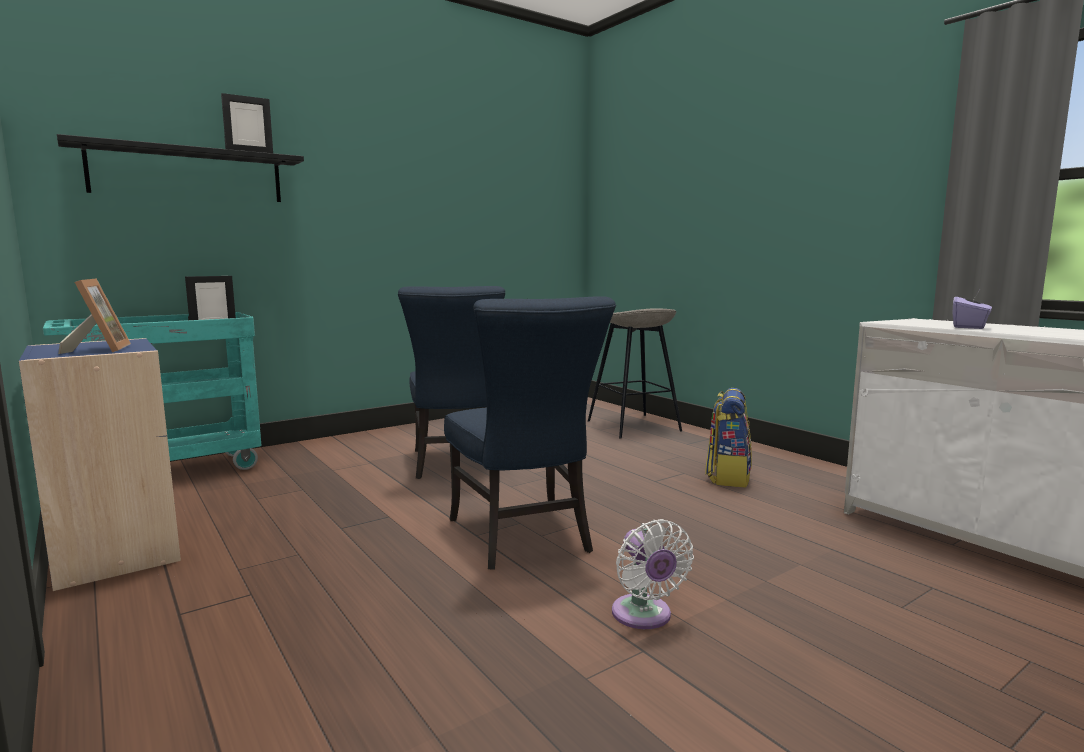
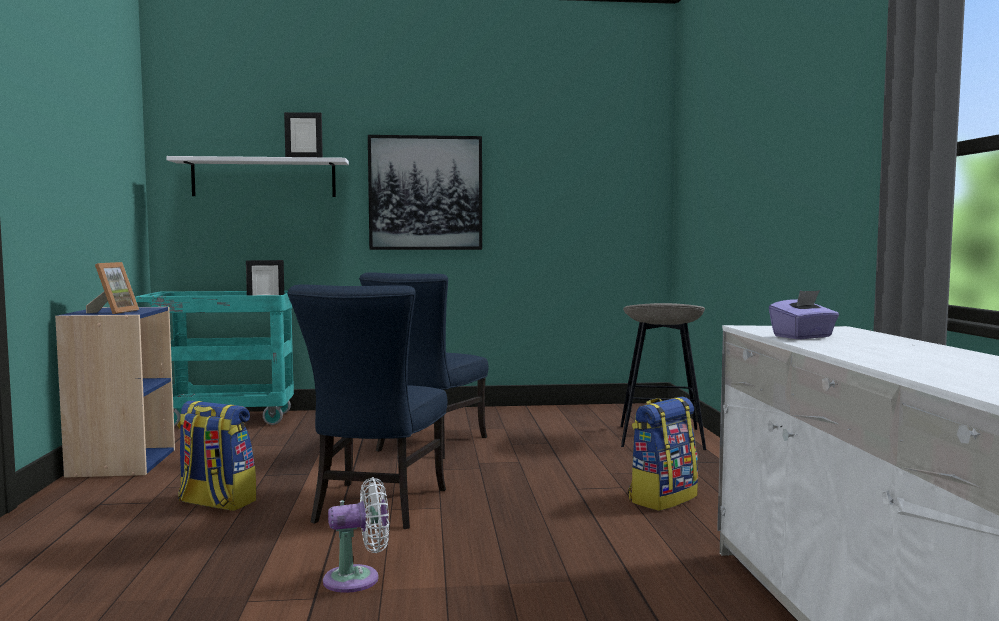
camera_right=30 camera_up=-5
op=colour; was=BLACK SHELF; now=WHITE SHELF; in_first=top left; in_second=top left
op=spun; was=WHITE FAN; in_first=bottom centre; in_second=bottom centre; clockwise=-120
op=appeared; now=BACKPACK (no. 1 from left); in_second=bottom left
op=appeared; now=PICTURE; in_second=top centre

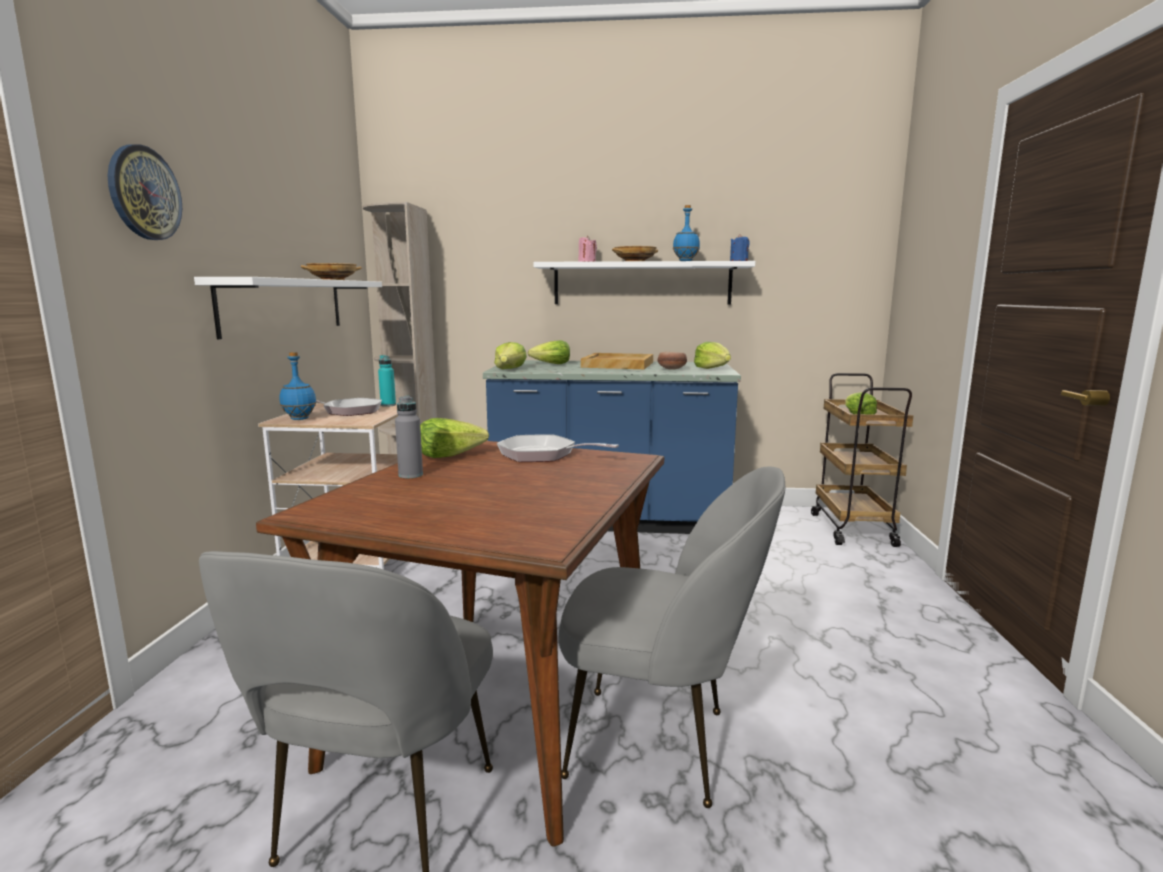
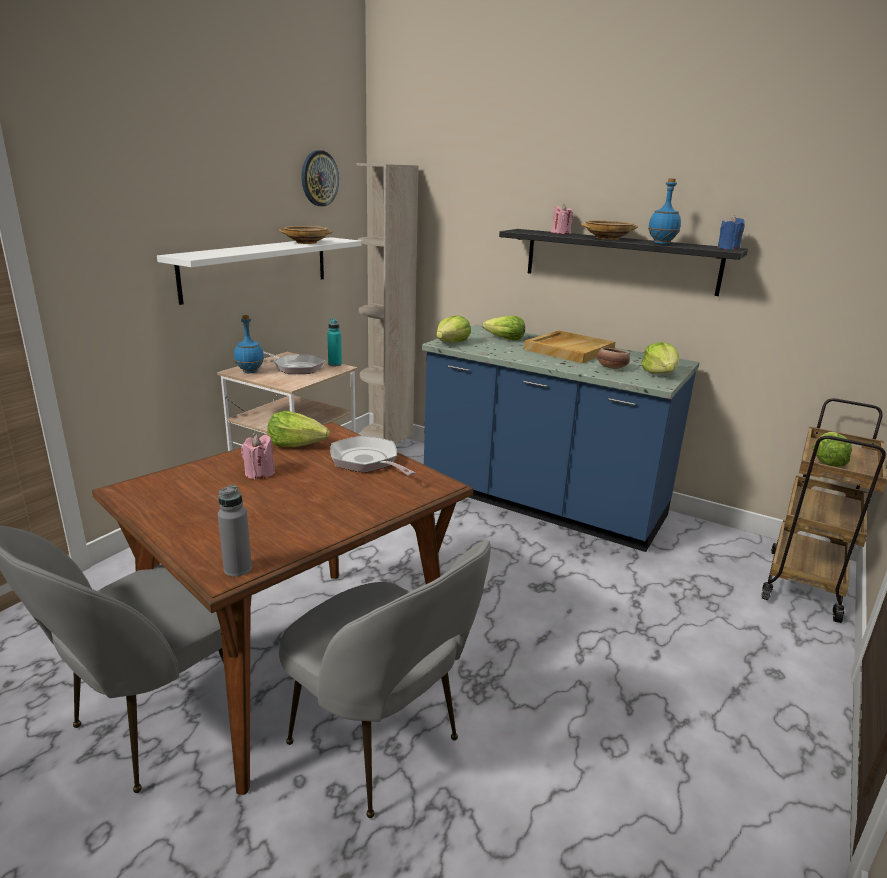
camera_right=25 camera_up=10
op=relocated; was=WALL CLOCK; in_first=top left; in_second=top centre
op=relocated; was=GREY BOTTLE; in_first=centre; in_second=middle left
op=colour; was=WHITE SHELF (no. 2 from left); now=BLACK SHELF; in_first=top centre; in_second=top right
op=appeared; now=PINK CANDLE (no. 1 from left); in_second=middle left

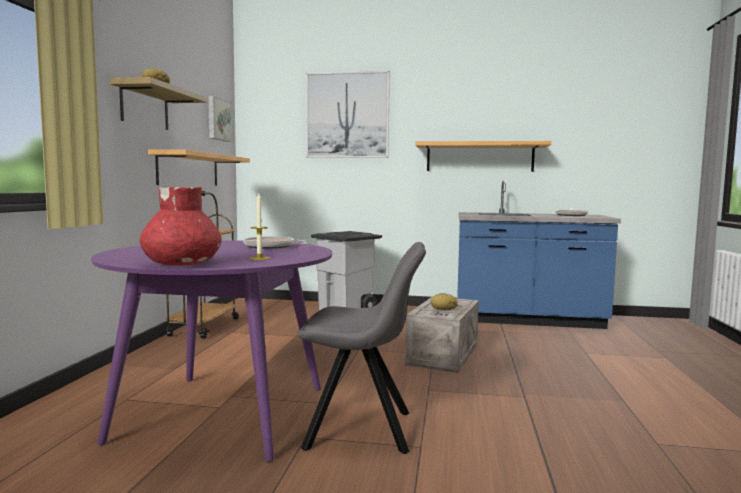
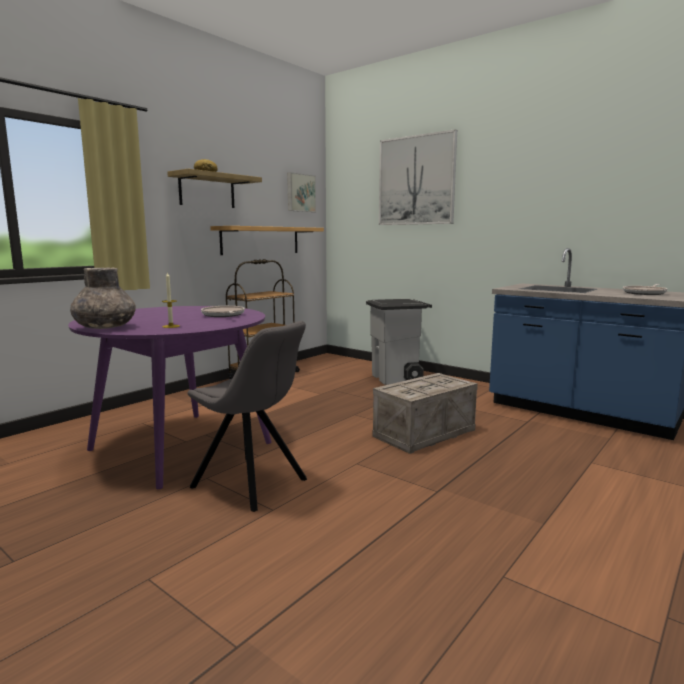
camera_right=30 camera_up=5
op=colour; was=RED VASE; now=GREY VASE; in_first=middle left; in_second=middle left
op=missing; was=SHELF (no. 3 from left); in_first=top centre
op=missing; was=BREAD (no. 2 from left); in_first=centre

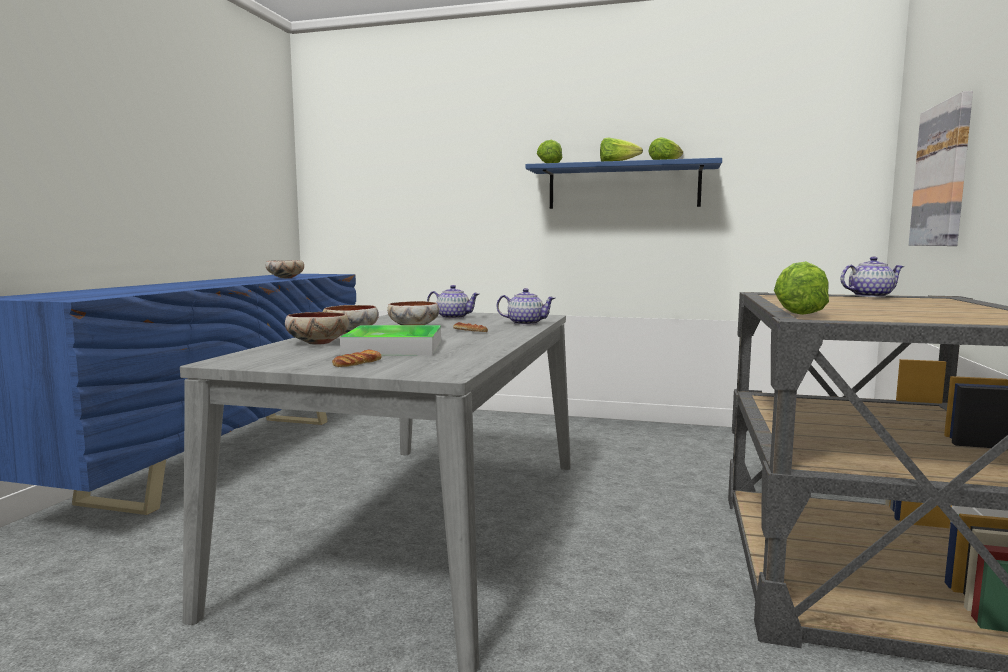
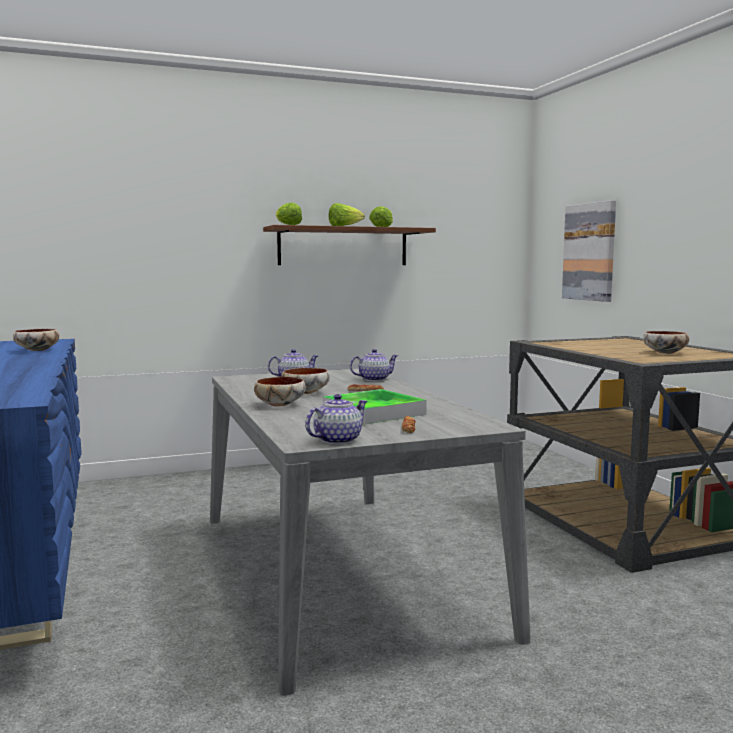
camera_right=-35 camera_up=0
op=relocated; was=BOWL (no. 2 from left in the first image); now=BOWL (no. 4 from left); in_first=middle left; in_second=middle right
op=colour; was=BLUE SHELF; now=BROWN SHELF; in_first=top centre; in_second=centre
op=missing; was=LETTUCE (no. 4 from left); in_first=middle right
op=relocated; was=TEAPOT (no. 3 from left in the first image); now=TEAPOT (no. 2 from left); in_first=middle right; in_second=centre

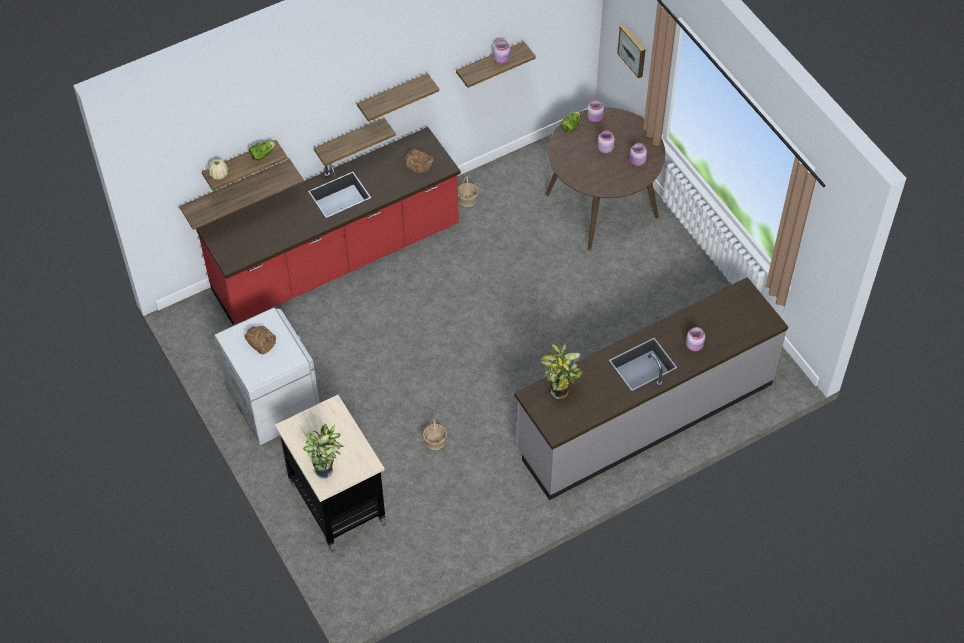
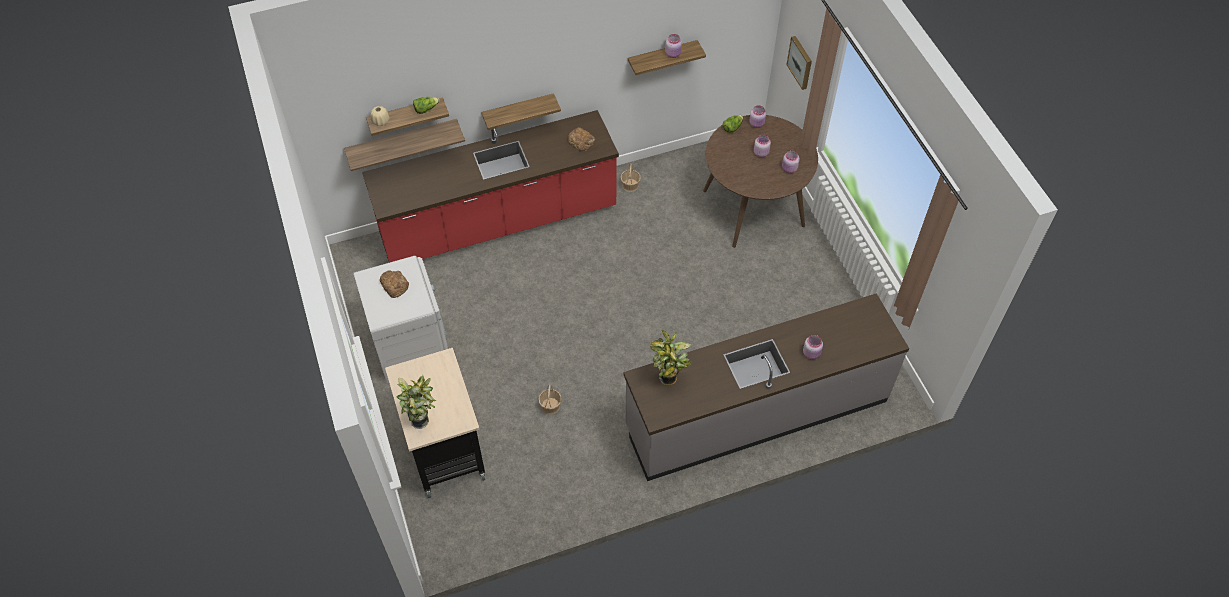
camera_right=10 camera_up=0
op=missing; was=SHELF (no. 4 from left); in_first=top centre

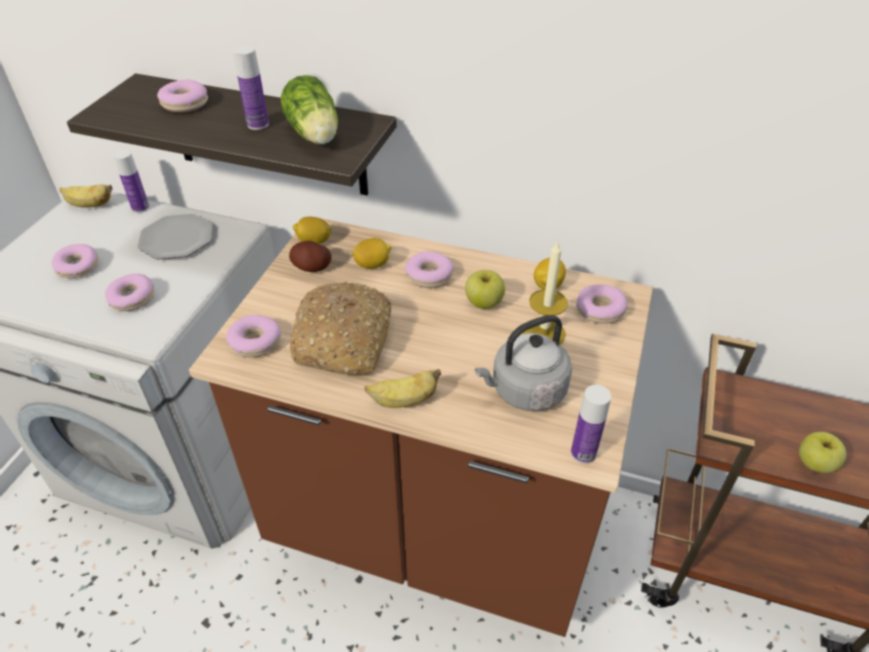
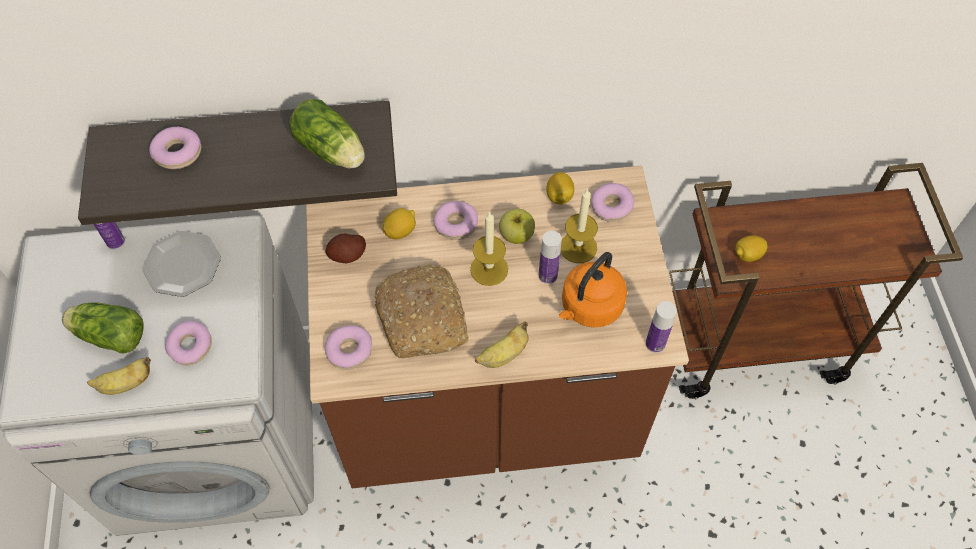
camera_right=-25 camera_up=15
op=exchanged; was=DONUT (no. 1 from left); now=LETTUCE (no. 1 from left); in_first=middle left; in_second=middle left
op=relocated; was=BANANA (no. 1 from left); in_first=top left; in_second=bottom left
op=relocated; was=BOTTLE (no. 2 from left); in_first=top left; in_second=centre
op=relocated; was=LEMON (no. 1 from left in the first image); now=LEMON (no. 3 from left); in_first=centre; in_second=middle right
op=colour; was=GREY KETTLE; now=ORANGE KETTLE; in_first=centre; in_second=centre
op=missing; was=APPLE (no. 2 from left); in_first=bottom right
op=appeared; now=CANDLE (no. 1 from left); in_second=centre

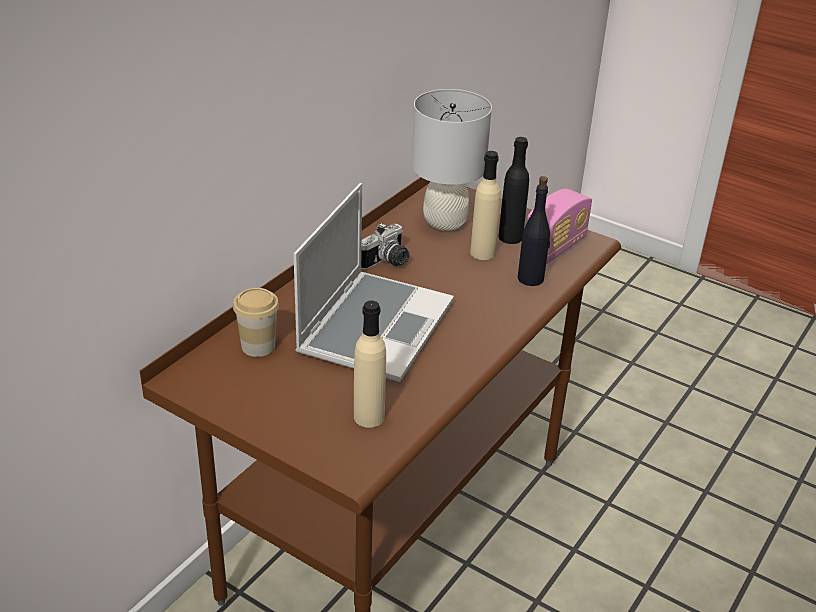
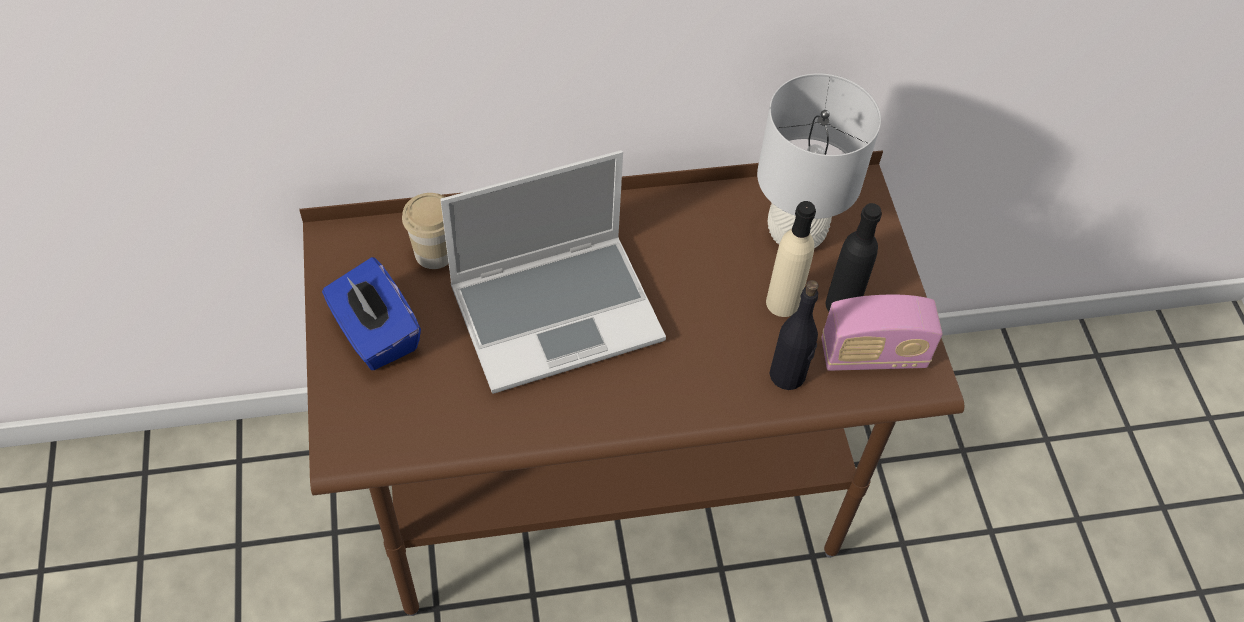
camera_right=45 camera_up=20
op=missing; was=BEIGE BOTTLE (no. 1 from left); in_first=centre
op=missing; was=PHOTO CAMERA; in_first=centre
op=appeared; now=BLUE TISSUE BOX; in_second=middle left

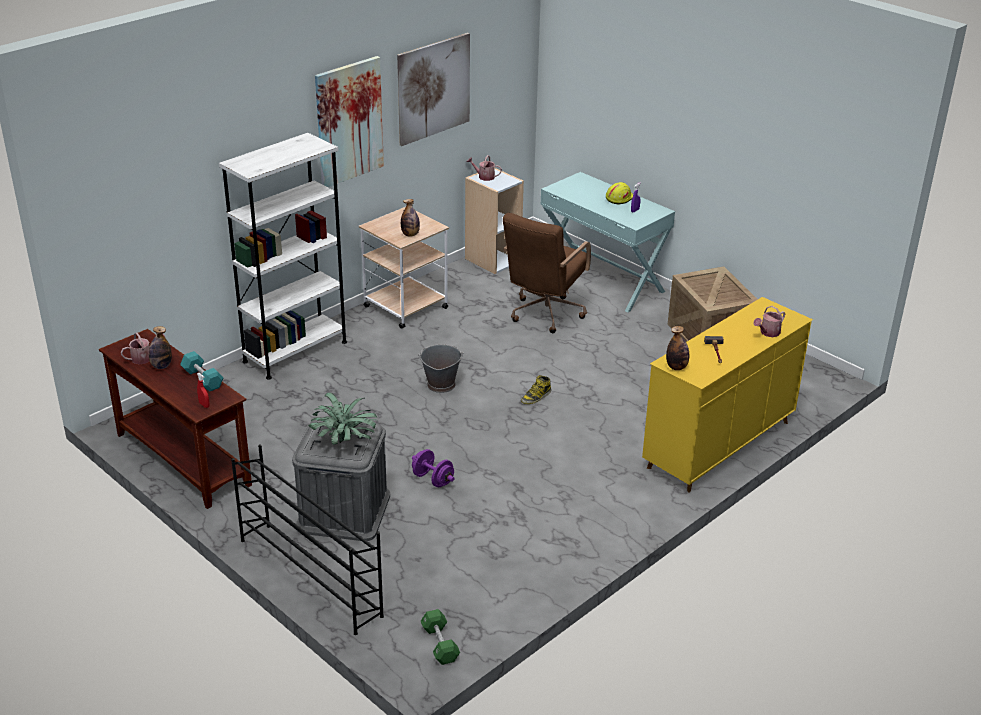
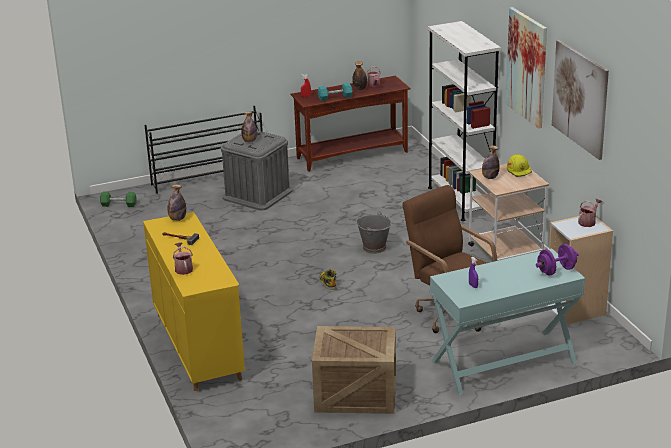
camera_right=115 camera_up=-5
op=exchanged; was=POTTED PLANT; now=BOTTLE (no. 2 from left); in_first=centre; in_second=top centre
op=relocated; was=PURPLE DUMBBELL; in_first=centre; in_second=middle right
op=relocated; was=YELLOW HARD HAT; in_first=top centre; in_second=middle right

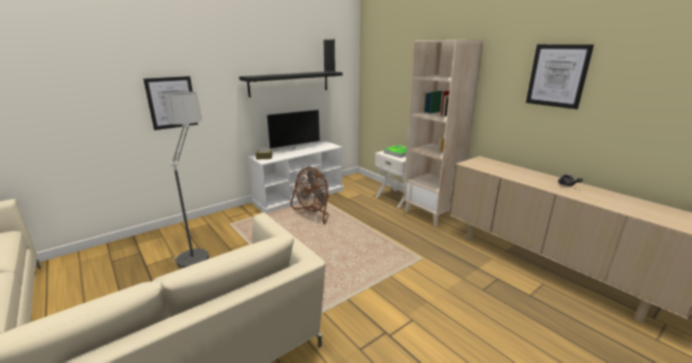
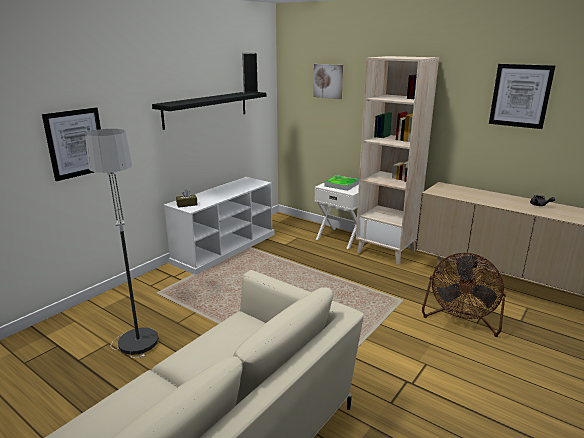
camera_right=-15 camera_up=0
op=missing; was=TELEVISION; in_first=centre
op=relocated; was=BROWN FAN; in_first=centre; in_second=bottom right
op=appeared; now=PICTURE (no. 2 from left); in_second=top centre

